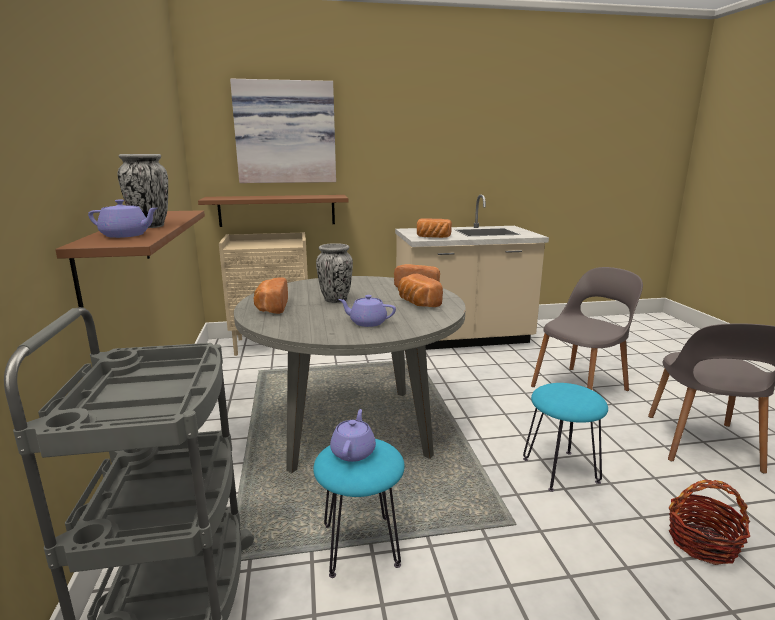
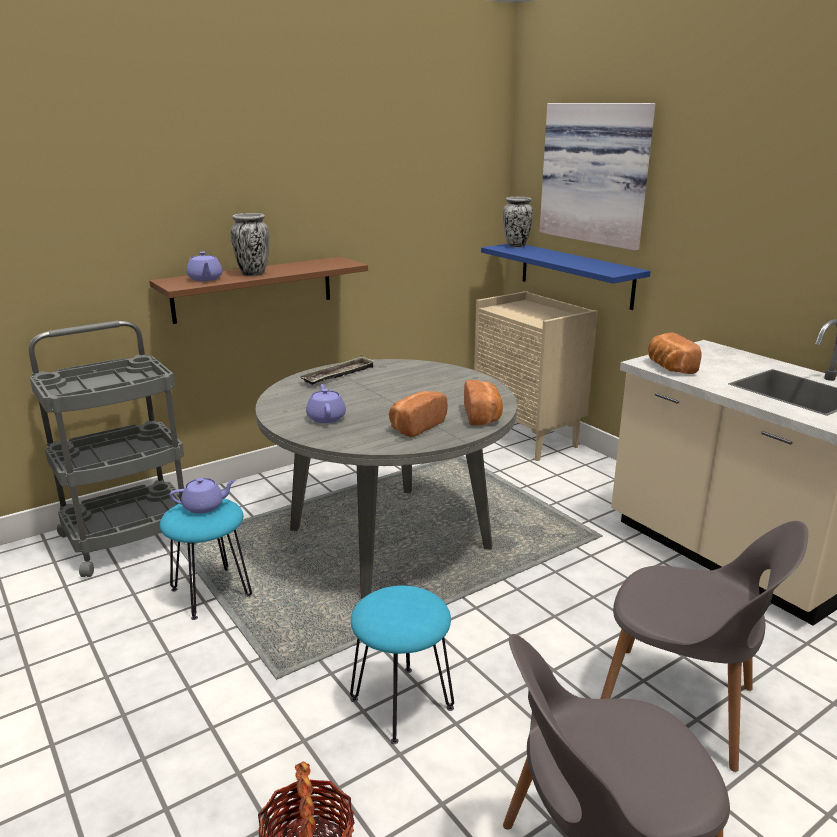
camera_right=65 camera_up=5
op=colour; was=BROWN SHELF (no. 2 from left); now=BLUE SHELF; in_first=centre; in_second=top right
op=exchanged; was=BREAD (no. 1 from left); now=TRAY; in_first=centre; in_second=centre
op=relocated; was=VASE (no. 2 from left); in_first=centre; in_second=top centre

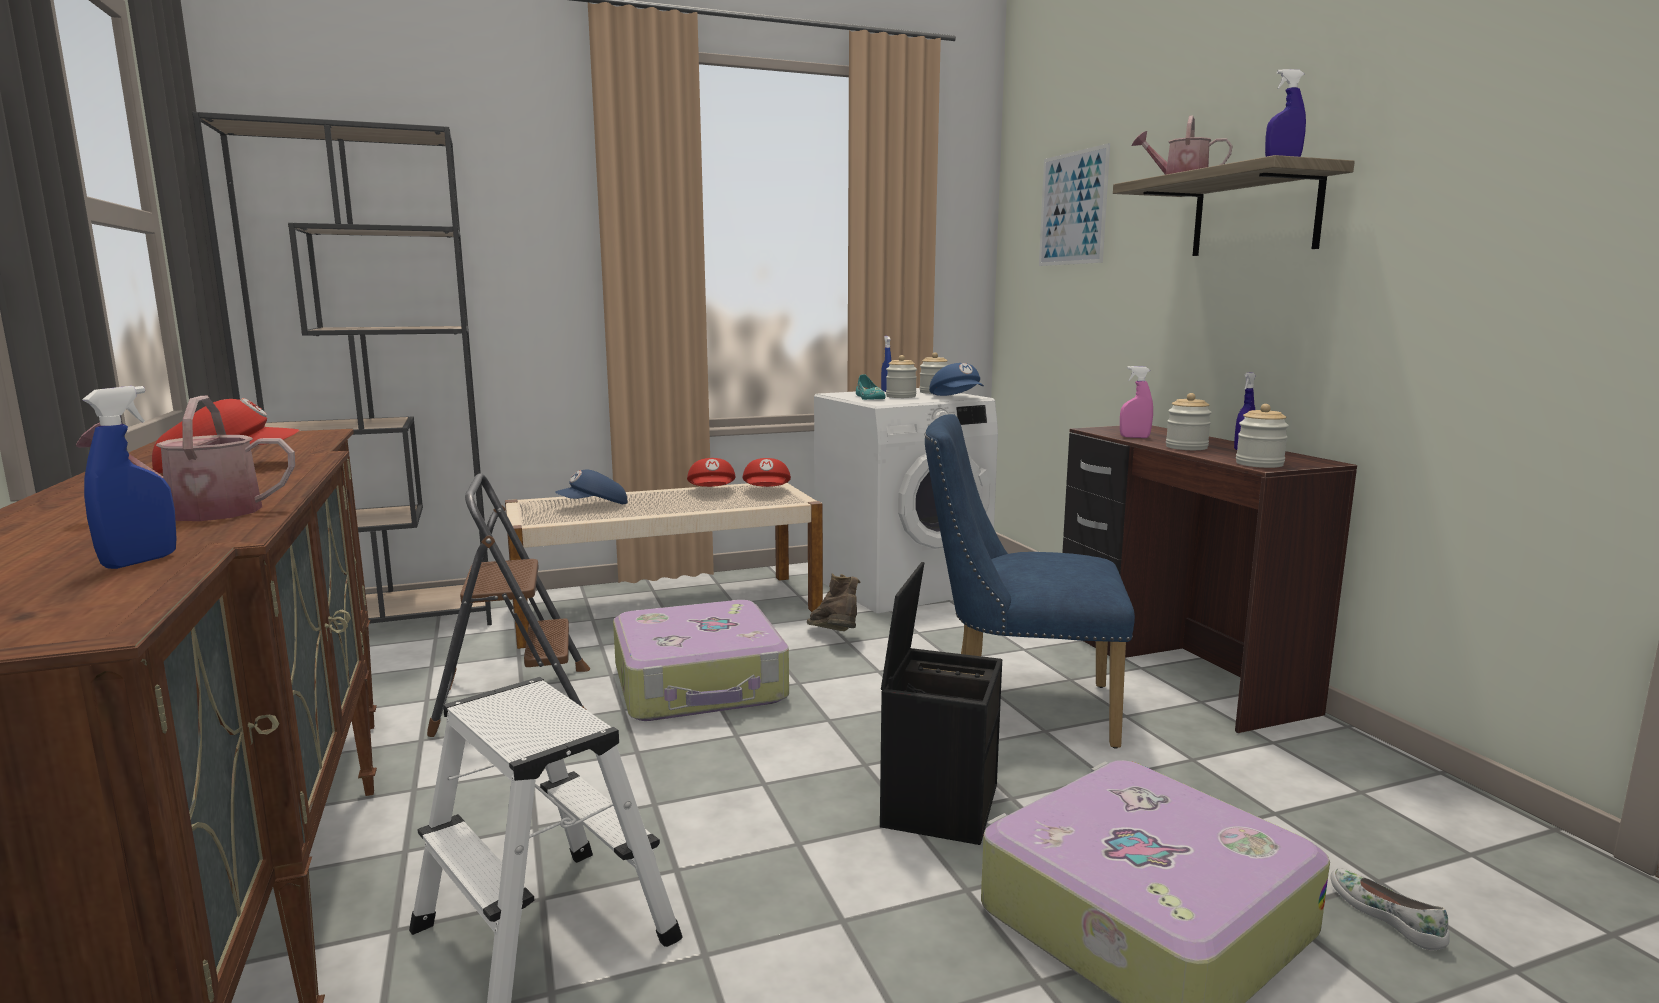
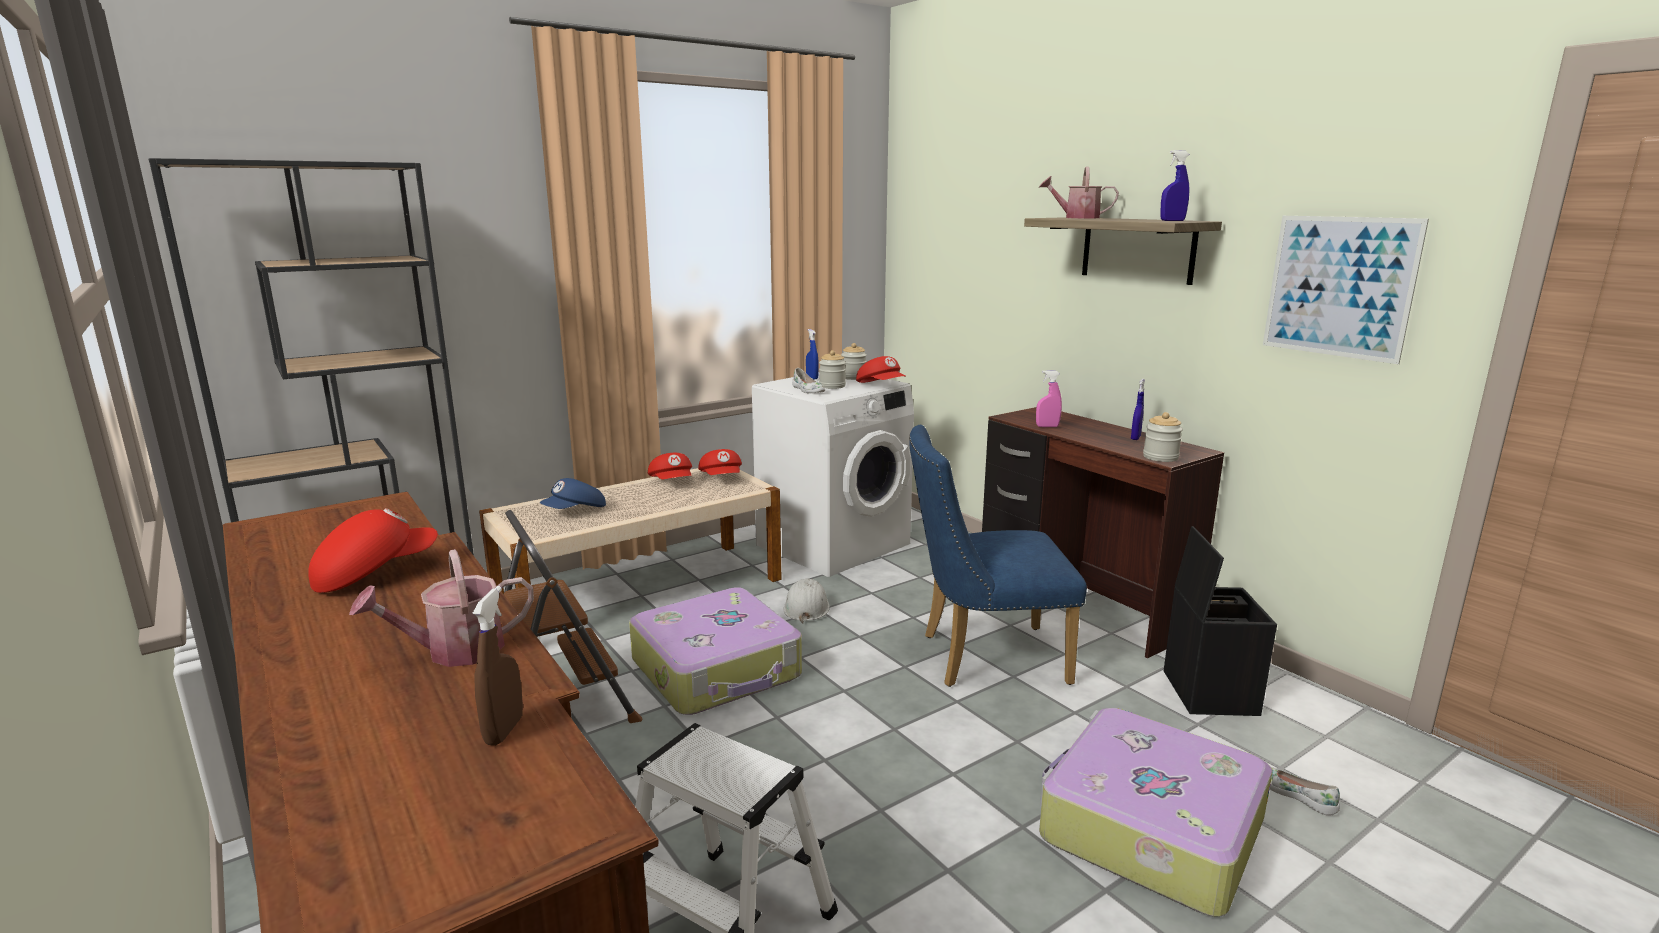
camera_right=-15 camera_up=5
op=colour; was=BLUE SPRAY BOTTLE (no. 1 from left); now=BROWN SPRAY BOTTLE; in_first=middle left; in_second=bottom left
op=exchanged; was=BROWN BOOT; now=WHITE HARD HAT; in_first=centre; in_second=centre
op=colour; was=TURQUOISE SHOE; now=WHITE SHOE (no. 1 from left); in_first=centre; in_second=centre
op=relocated; was=BLACK STORAGE BOX; in_first=bottom centre; in_second=middle right
op=colour; was=BLUE CAP (no. 2 from left); now=RED CAP (no. 4 from left); in_first=centre; in_second=centre
op=relocated; was=PICTURE; in_first=top centre; in_second=top right
op=missing; was=JAR (no. 3 from left); in_first=middle right

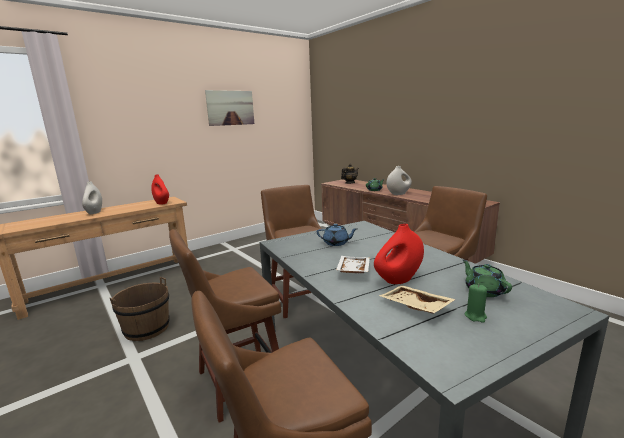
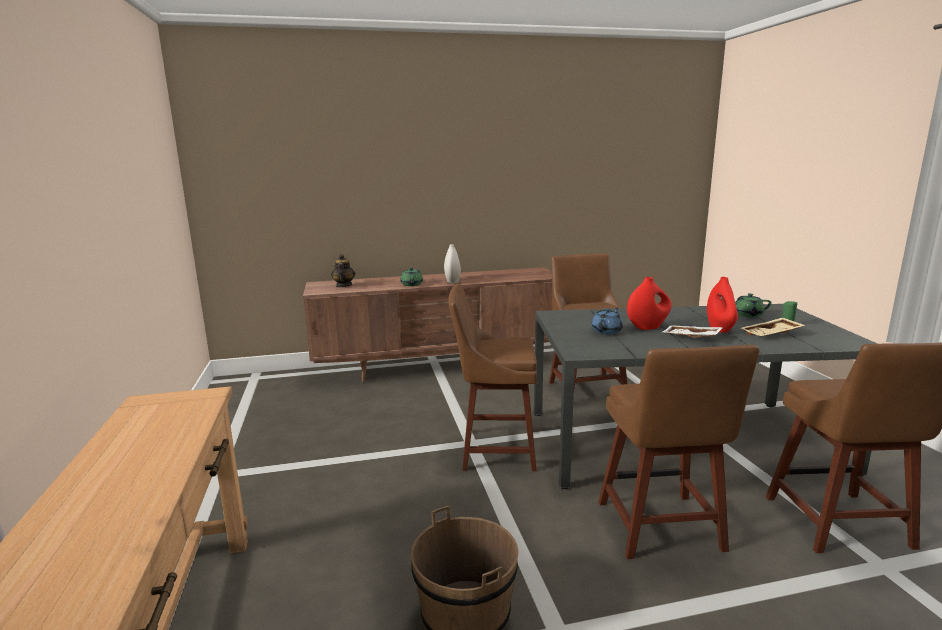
camera_right=-65 camera_up=0
op=missing; was=WHITE VASE (no. 1 from left); in_first=middle left
op=relocated; was=RED VASE (no. 1 from left); in_first=middle left; in_second=middle right
op=missing; was=PICTURE; in_first=top centre

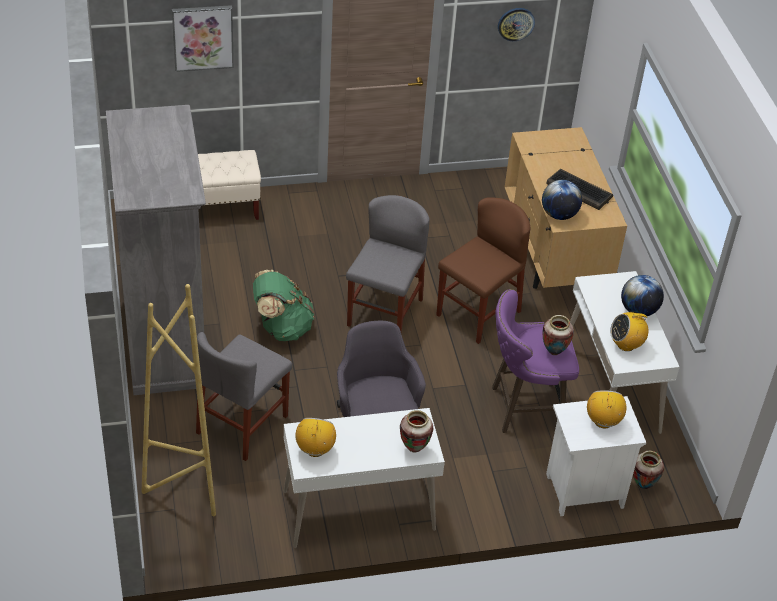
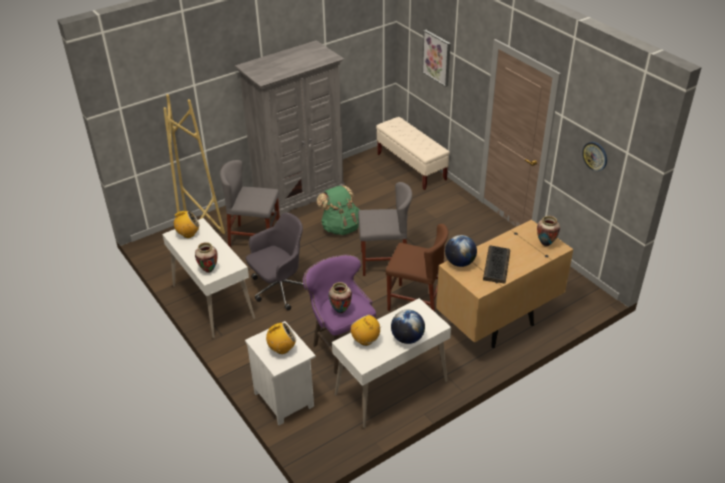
camera_right=70 camera_up=-5
op=relocated; was=VASE (no. 3 from left); in_first=bottom right; in_second=middle right

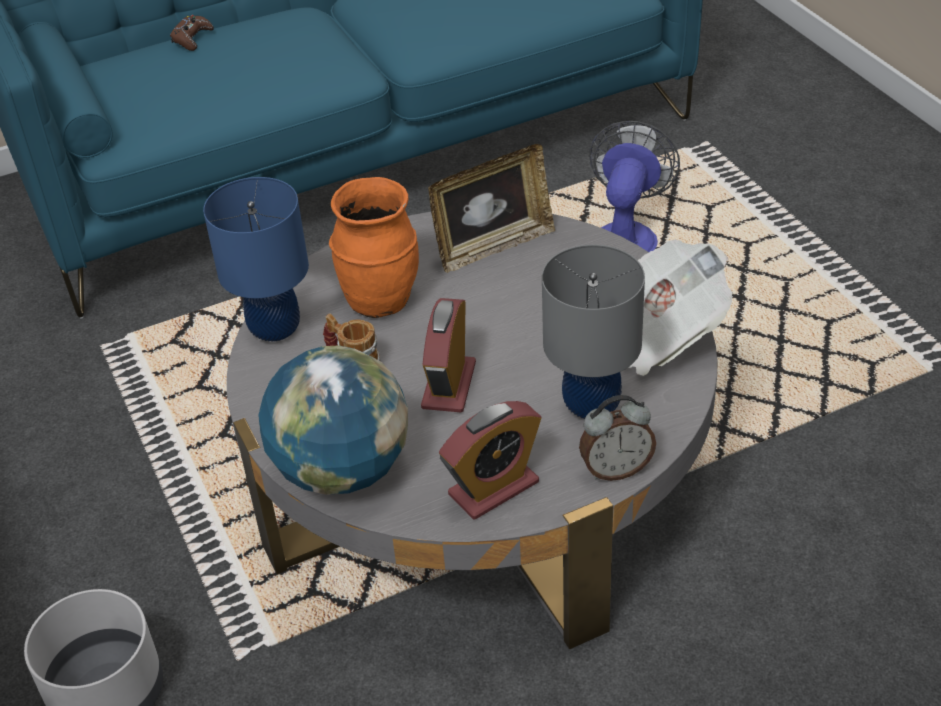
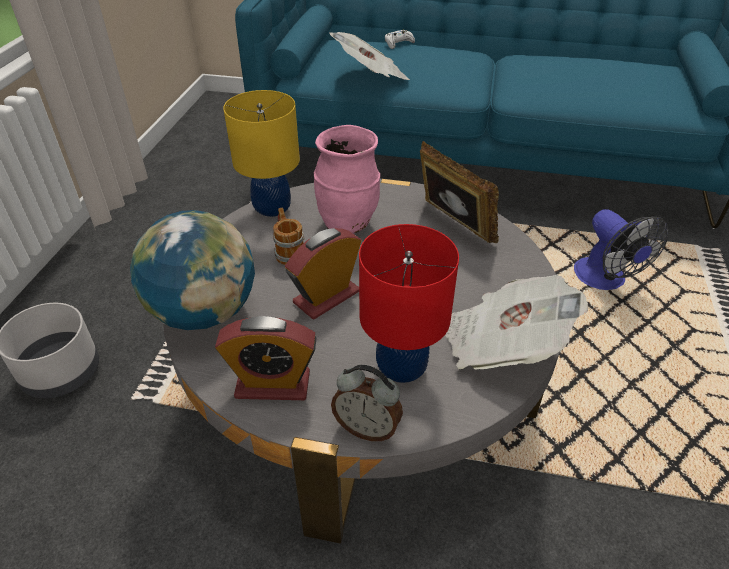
camera_right=35 camera_up=0
op=colour; was=BROWN GAME CONTROLLER; now=WHITE GAME CONTROLLER; in_first=top left; in_second=top centre
op=colour; was=BLUE TABLE LAMP; now=YELLOW TABLE LAMP; in_first=middle left; in_second=top centre
op=colour; was=ORANGE VASE; now=PINK VASE; in_first=centre; in_second=top centre
op=spun; was=PICTURE FRAME; in_first=top centre; in_second=centre; clockwise=-135
op=colour; was=GREY TABLE LAMP; now=RED TABLE LAMP; in_first=centre; in_second=centre
op=spun; was=FAN; in_first=top right; in_second=middle right; clockwise=105
op=appeared; now=NEWSPAPER (no. 1 from left); in_second=top centre

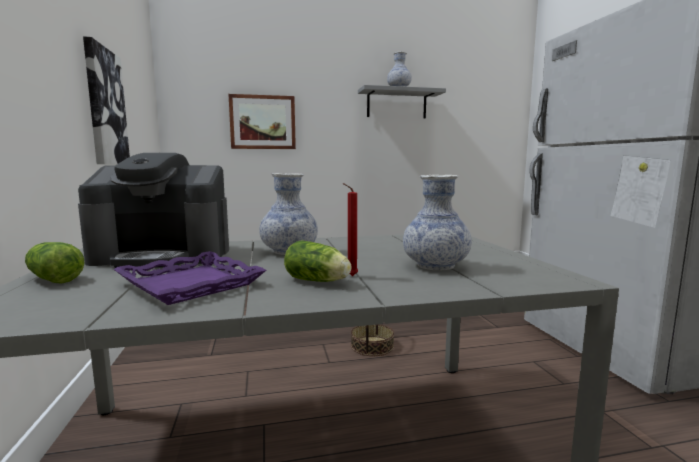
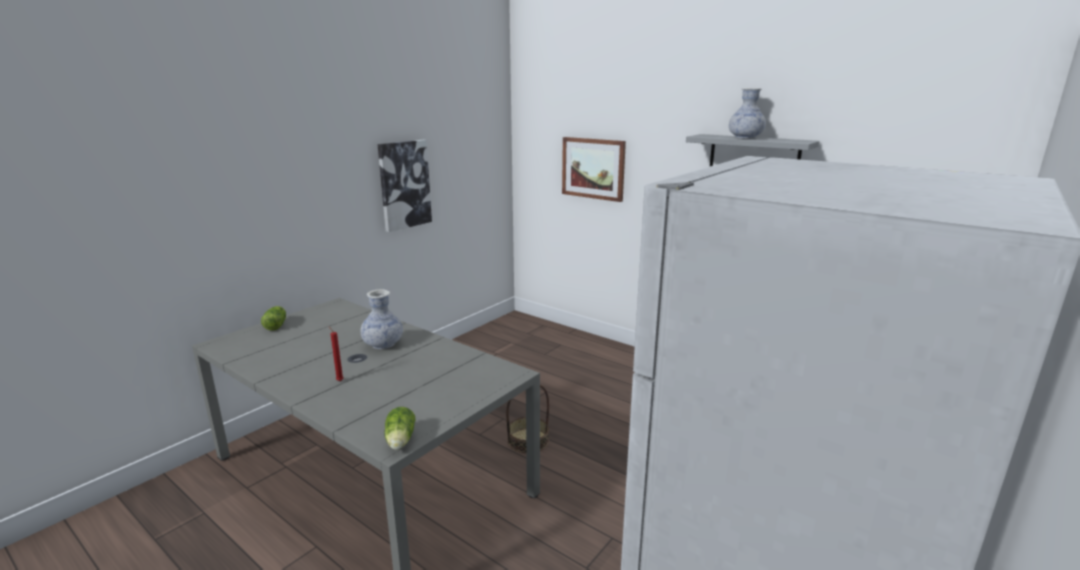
camera_right=50 camera_up=10
op=missing; was=COFFEE MACHINE; in_first=middle left
op=missing; was=PURPLE TRAY; in_first=middle left
op=relocated; was=LETTUCE (no. 2 from left); in_first=centre; in_second=bottom centre
op=missing; was=VASE (no. 3 from left); in_first=centre

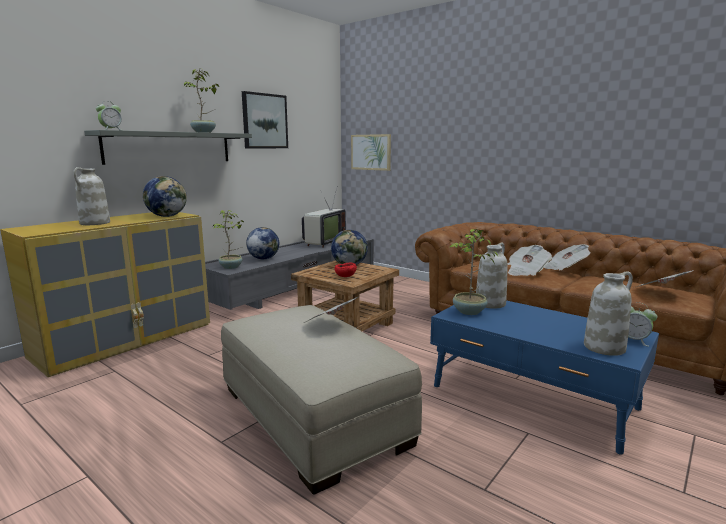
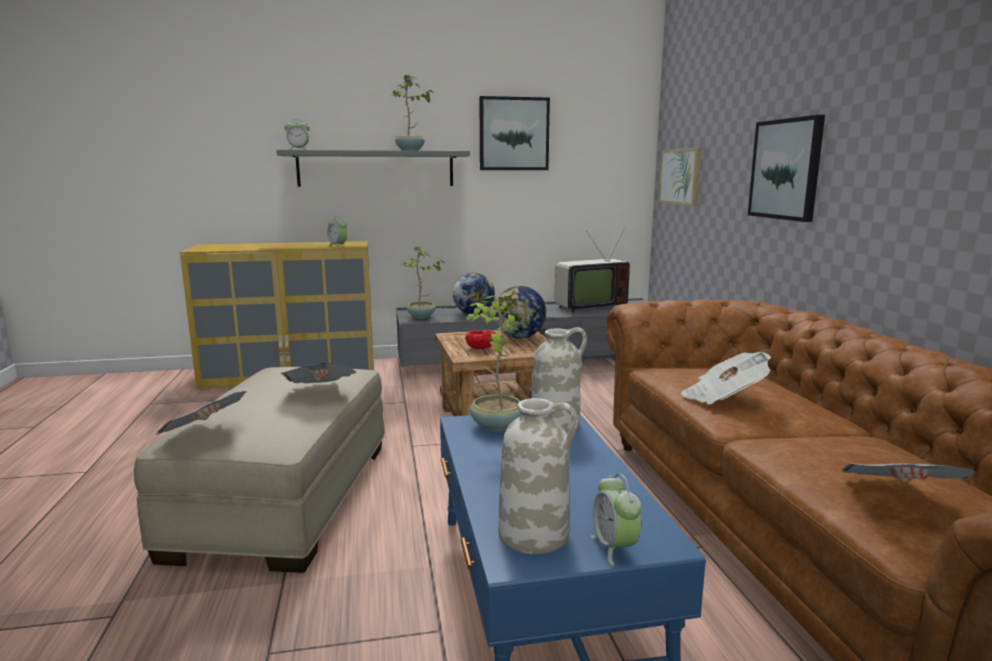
camera_right=40 camera_up=0
op=missing; was=WHITE VASE (no. 1 from left); in_first=middle left
op=exchanged; was=GLOBE (no. 1 from left); now=ALARM CLOCK (no. 2 from left); in_first=middle left; in_second=centre
op=relocated; was=NEWSPAPER (no. 3 from left in the first image); now=NEWSPAPER (no. 1 from left); in_first=middle right; in_second=middle left
op=appeared; now=PICTURE (no. 3 from left); in_second=top right

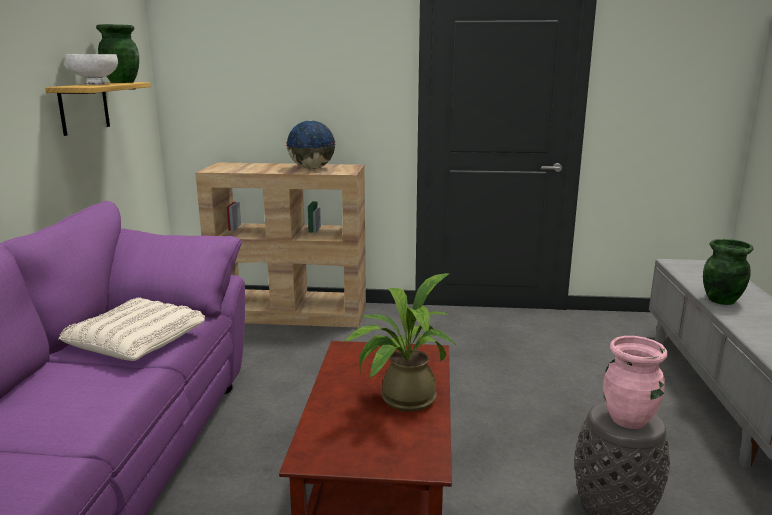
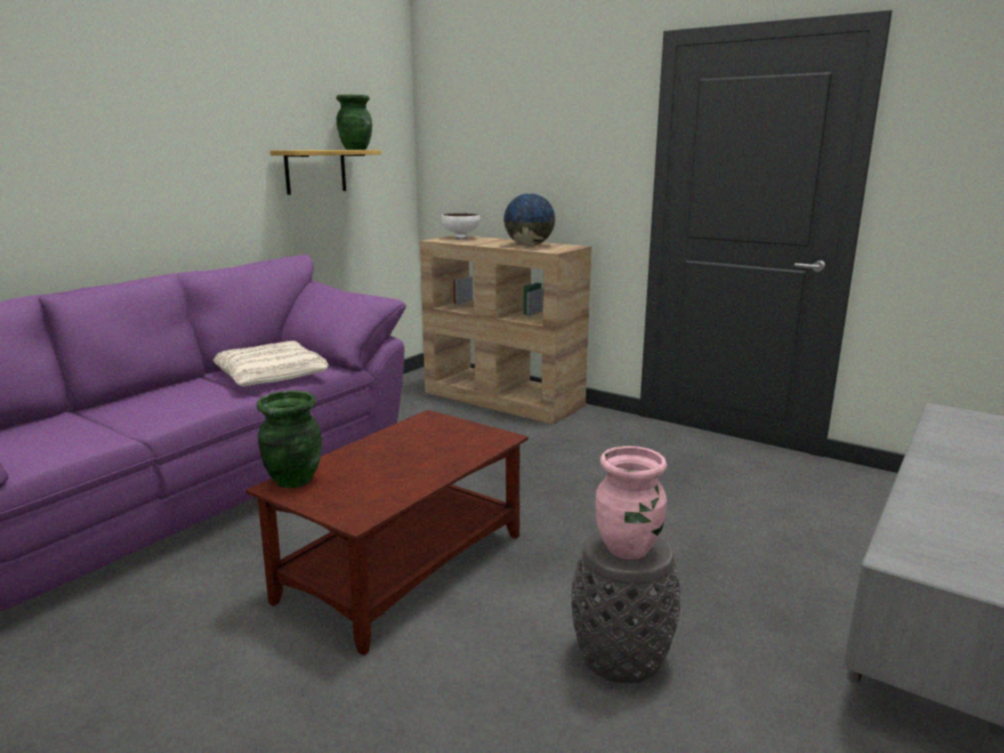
camera_right=30 camera_up=0
op=relocated; was=WHITE BOWL; in_first=top left; in_second=top centre
op=missing; was=POTTED PLANT; in_first=centre
op=relocated; was=GREEN VASE (no. 2 from left in the first image); now=GREEN VASE (no. 1 from left); in_first=middle right; in_second=middle left

